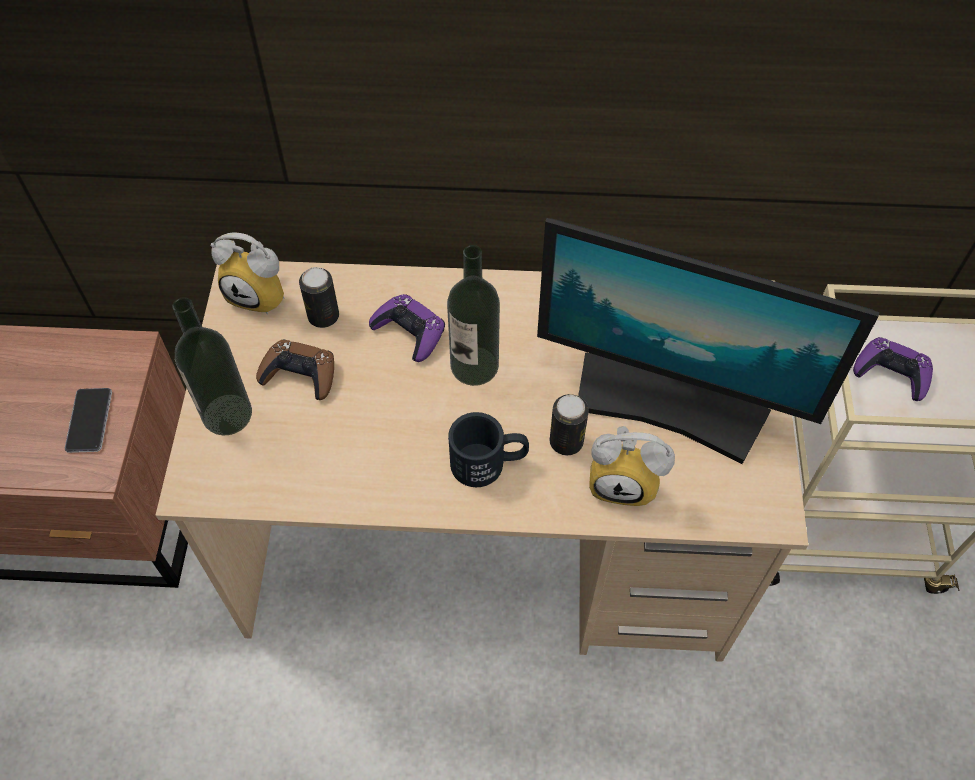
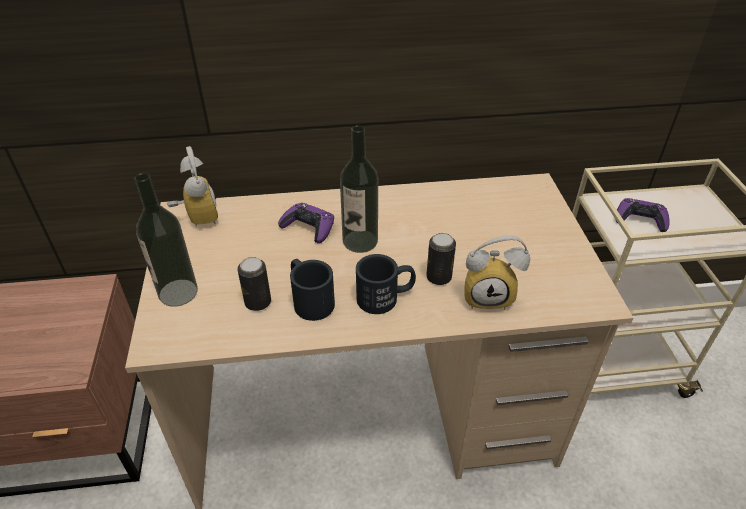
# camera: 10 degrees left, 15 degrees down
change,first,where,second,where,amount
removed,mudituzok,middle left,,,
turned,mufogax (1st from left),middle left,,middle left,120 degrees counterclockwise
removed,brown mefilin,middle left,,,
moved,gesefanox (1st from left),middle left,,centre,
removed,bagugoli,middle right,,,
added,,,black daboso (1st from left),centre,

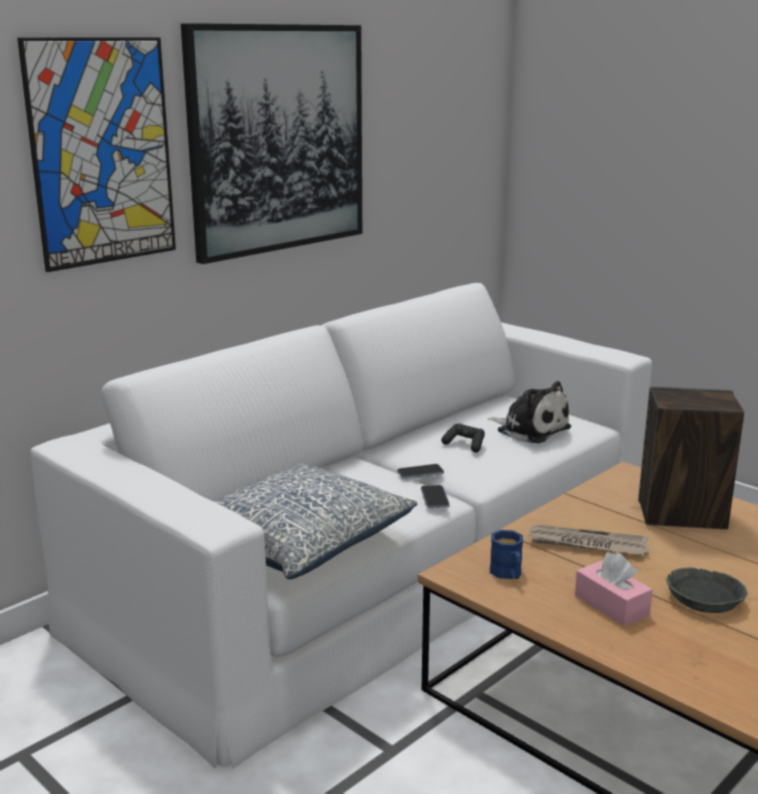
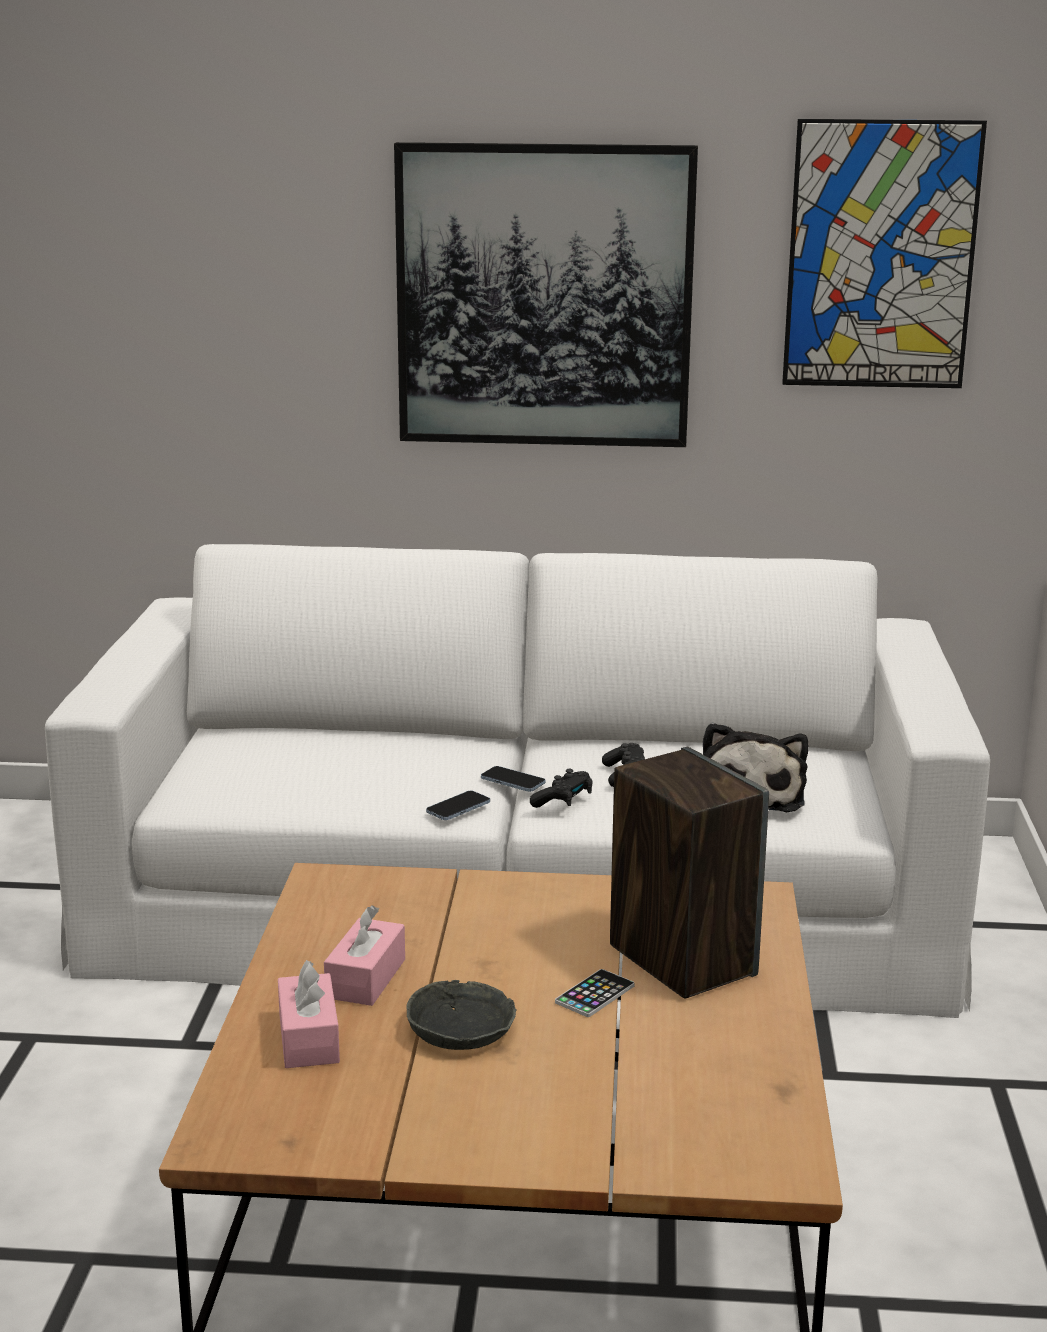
# camera: 50 degrees right, 0 degrees up
change,first,where,second,where,amount
moved,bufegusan (1st from left in the first image),top left,bufegusan (2nd from left),top right,
removed,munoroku,centre,,,
removed,blue daboso,bottom right,,,
removed,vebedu,bottom right,,,
added,,,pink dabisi (1st from left),bottom left,
added,,,black mefilin (1st from left),centre,
added,,,mudituzok (3rd from left),bottom centre,

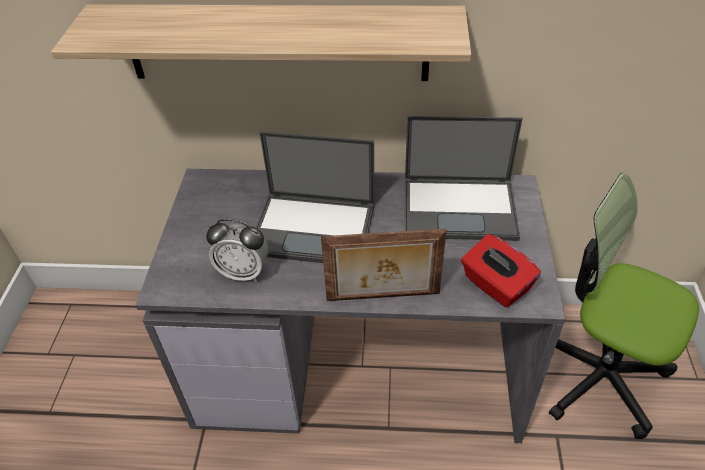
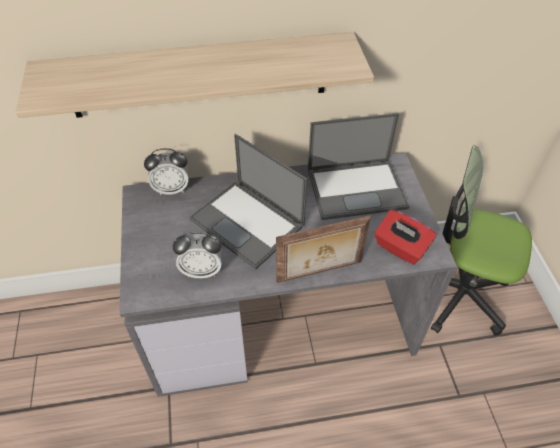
# camera: 15 degrees left, 5 degrees up
change,first,where,second,where,amount
turned,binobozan (1st from left),centre,,centre,45 degrees clockwise
added,,,mufogax (1st from left),middle left,

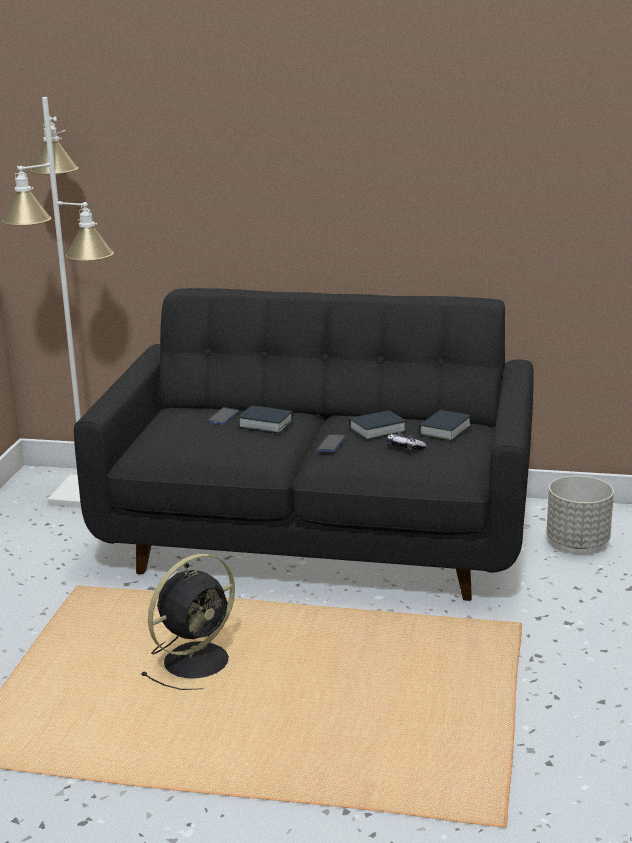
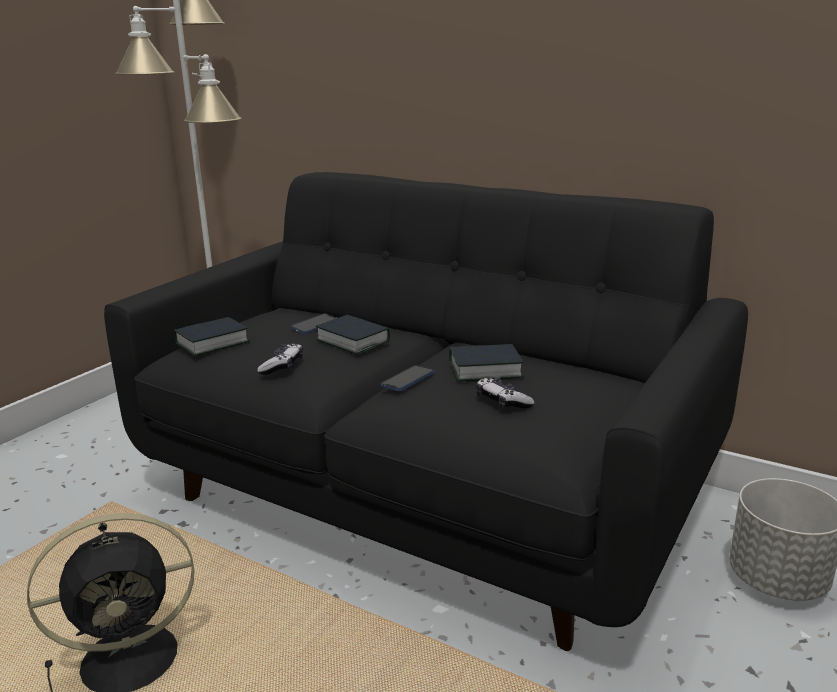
# camera: 20 degrees right, 0 degrees up
change,first,where,second,where,amount
moved,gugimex (3rd from left in the first image),middle right,gugimex (1st from left),middle left,
added,,,mefilin (1st from left),centre,

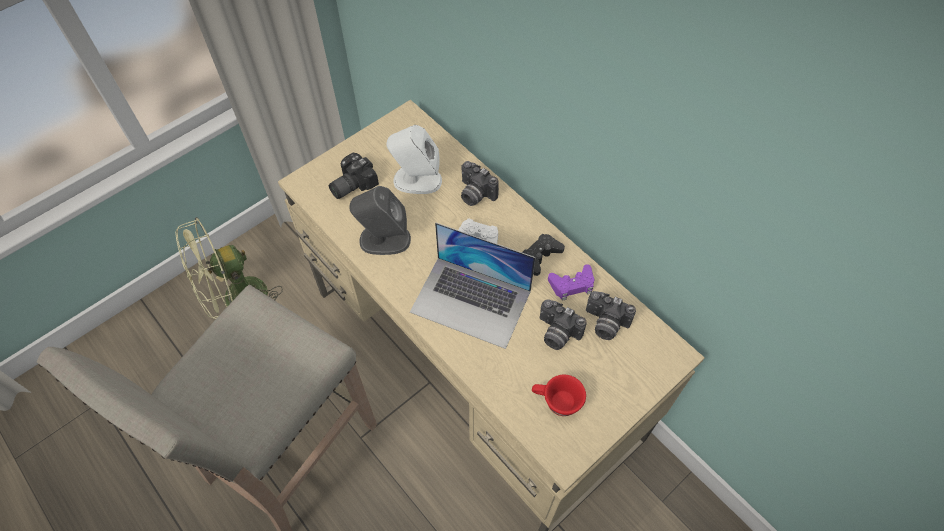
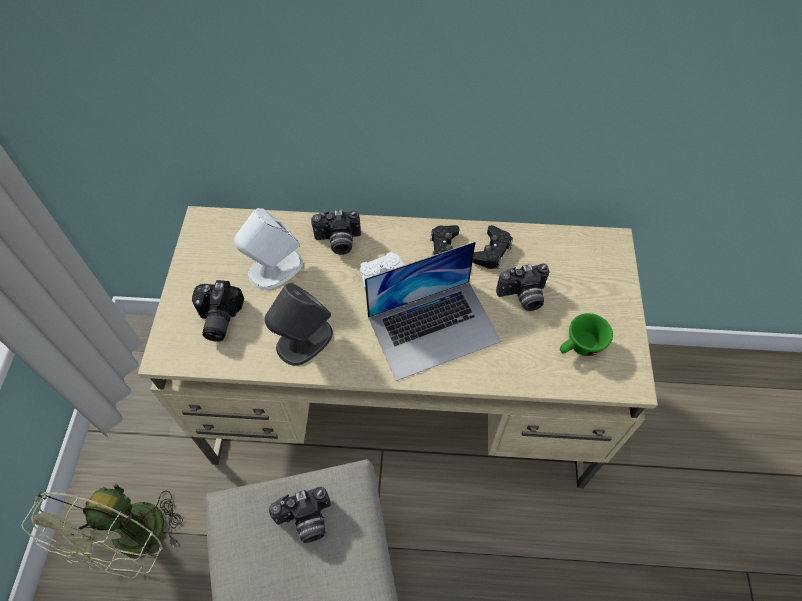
# camera: 45 degrees left, 0 degrees up
change,first,where,second,where,amount
recoloured,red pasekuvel,bottom centre,green pasekuvel,middle right,
recoloured,purple mefilin,centre,black mefilin (2nd from left),centre,
moved,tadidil (4th from left in the first image),centre,tadidil (2nd from left),bottom centre,

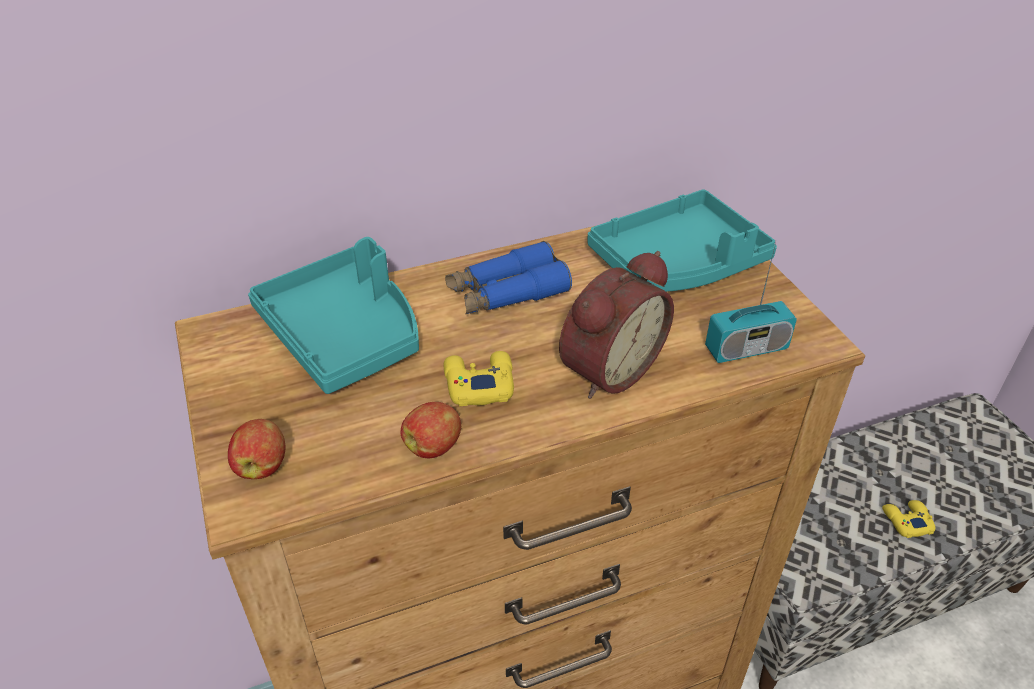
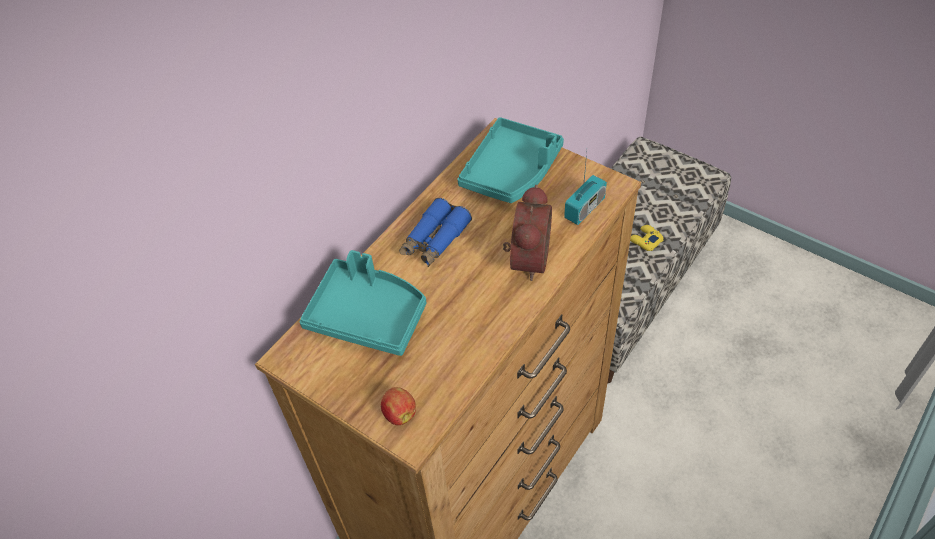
# camera: 30 degrees left, 10 degrees up
change,first,where,second,where,amount
removed,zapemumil (2nd from left),centre,,,
removed,yellow mefilin (1st from left),centre,,,

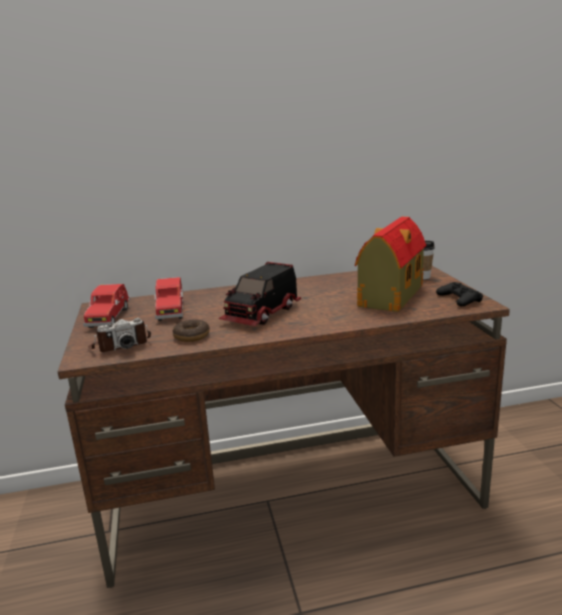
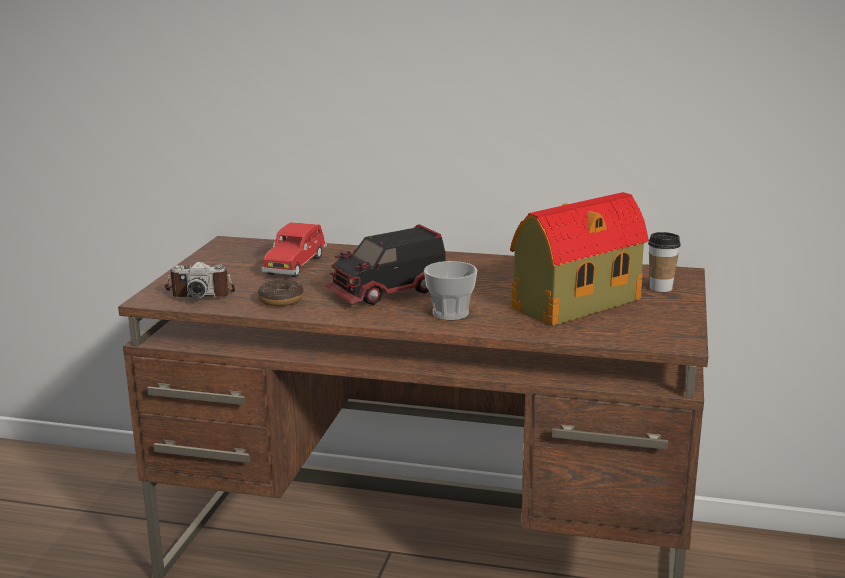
# camera: 25 degrees right, 0 degrees up
change,first,where,second,where,amount
removed,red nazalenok (1st from left),middle left,,,
removed,black mefilin,middle right,,,
added,,,pasekuvel (1st from left),centre,

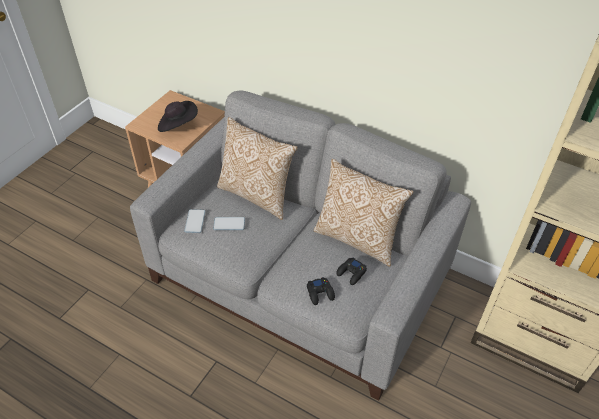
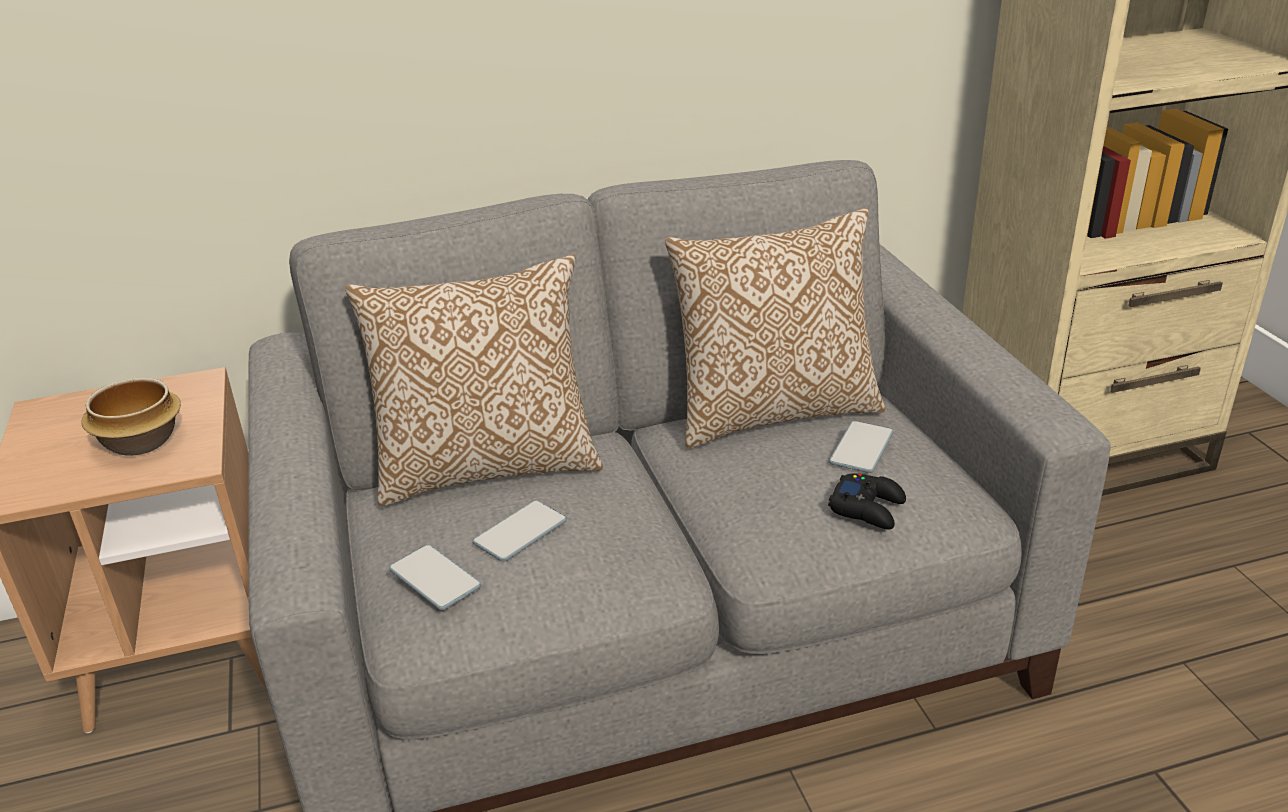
# camera: 45 degrees left, 15 degrees down
change,first,where,second,where,amount
replaced,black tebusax,top left,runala,middle left,
replaced,black mefilin (2nd from left),centre,mudituzok (3rd from left),middle right,

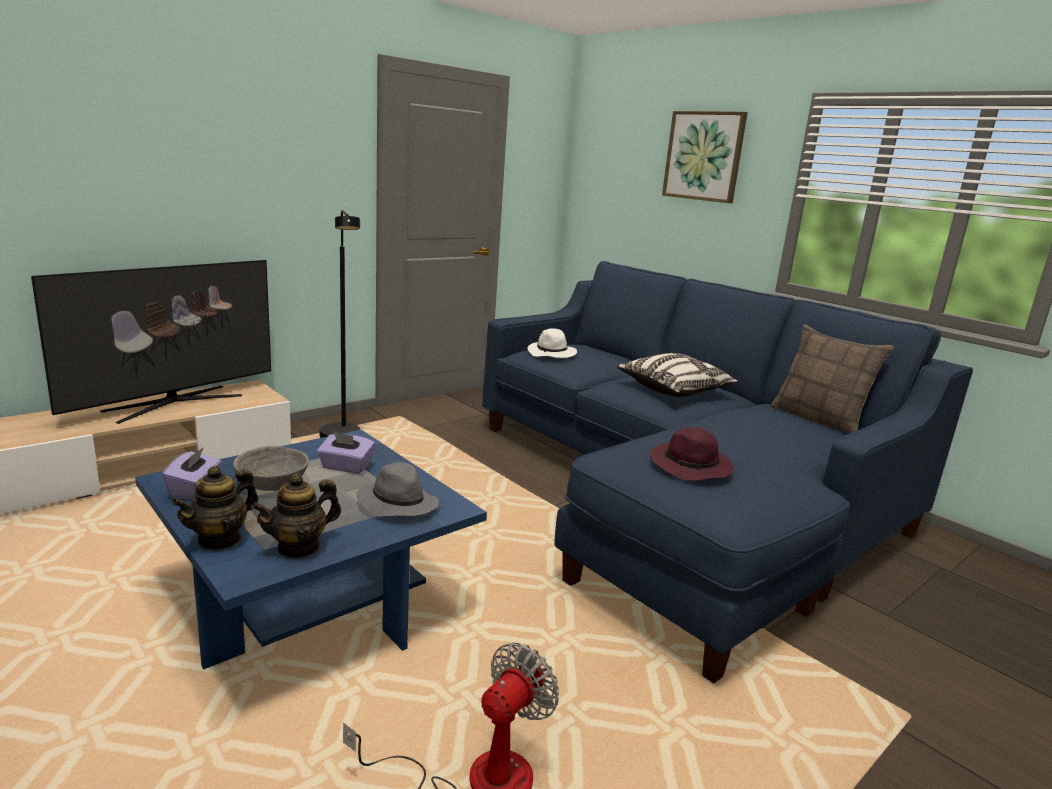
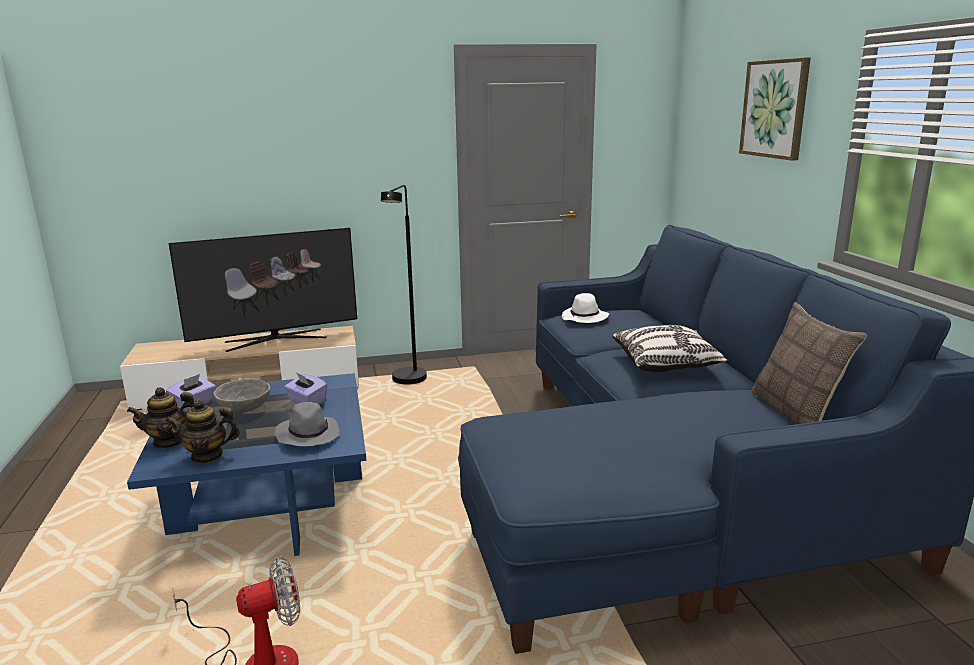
# camera: 30 degrees right, 0 degrees up
change,first,where,second,where,amount
removed,purple tebusax,centre,,,

